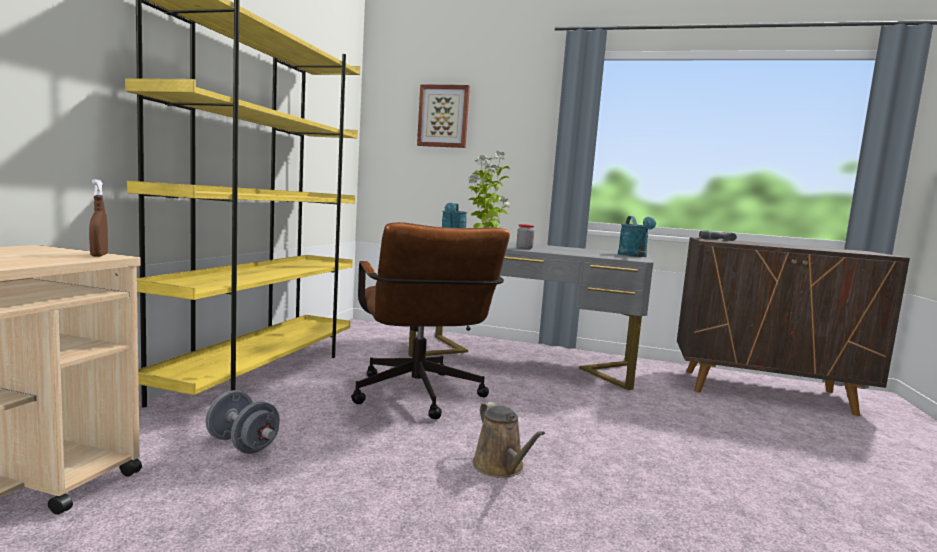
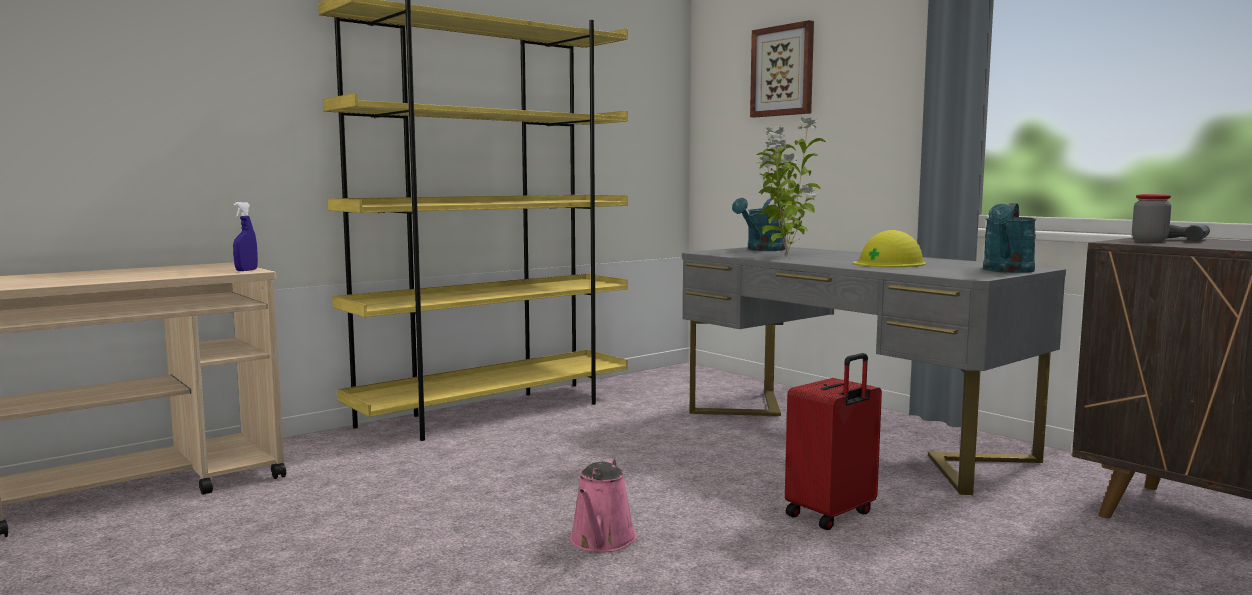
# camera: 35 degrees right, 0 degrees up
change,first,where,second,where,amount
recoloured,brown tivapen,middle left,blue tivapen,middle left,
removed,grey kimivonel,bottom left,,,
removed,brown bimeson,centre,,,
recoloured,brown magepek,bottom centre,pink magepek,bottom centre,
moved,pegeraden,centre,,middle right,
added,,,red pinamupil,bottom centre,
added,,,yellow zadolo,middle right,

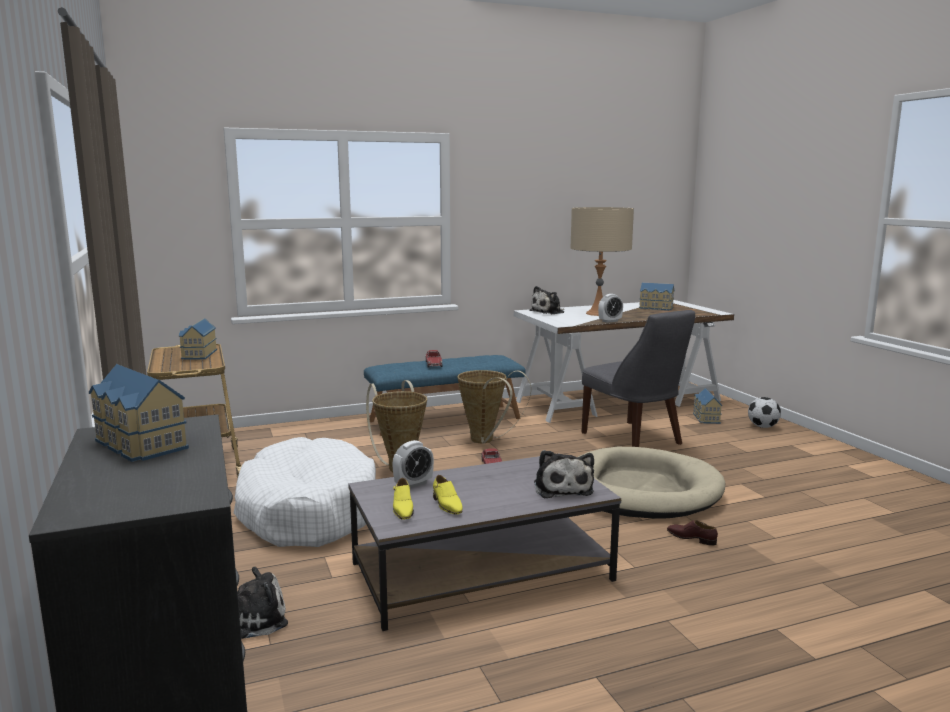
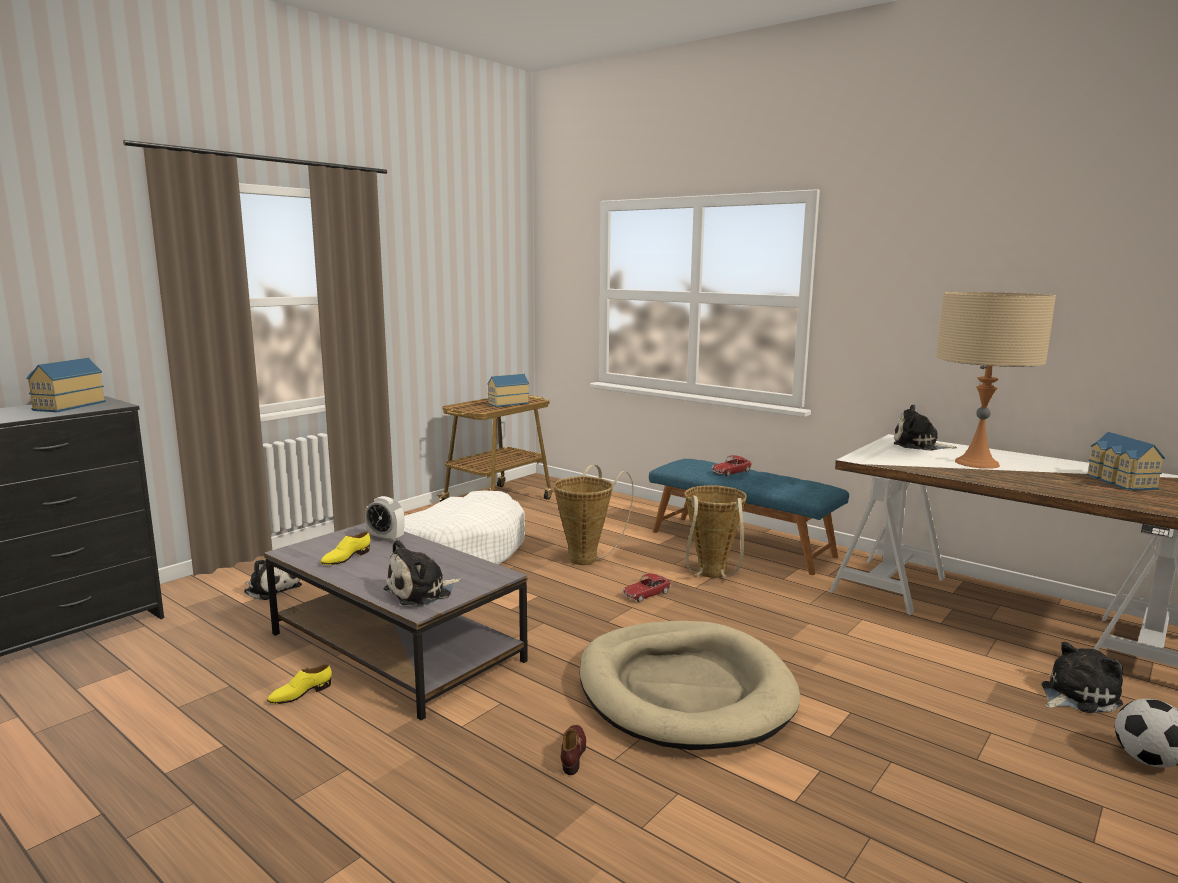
# camera: 60 degrees right, 0 degrees up
change,first,where,second,where,amount
moved,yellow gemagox (1st from left),bottom centre,,bottom left,
removed,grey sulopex,middle right,,,
removed,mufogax (2nd from left),centre,,,
replaced,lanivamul (4th from left),middle right,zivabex (4th from left),bottom right,

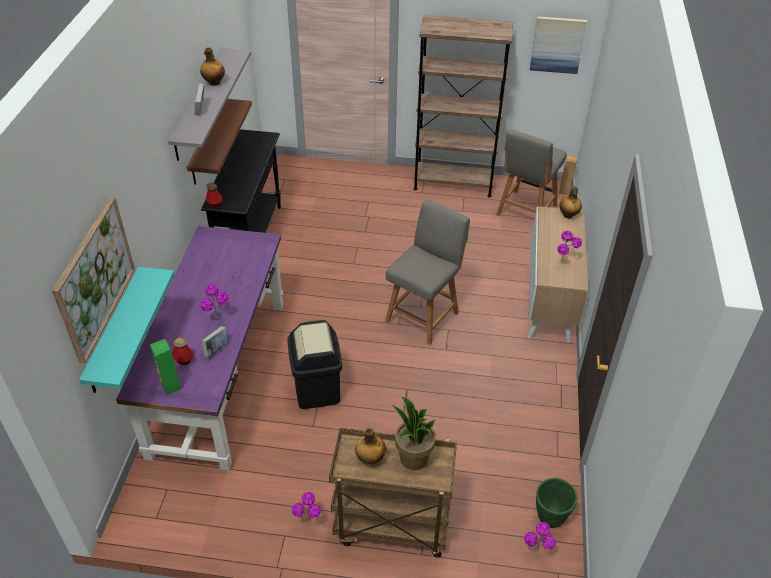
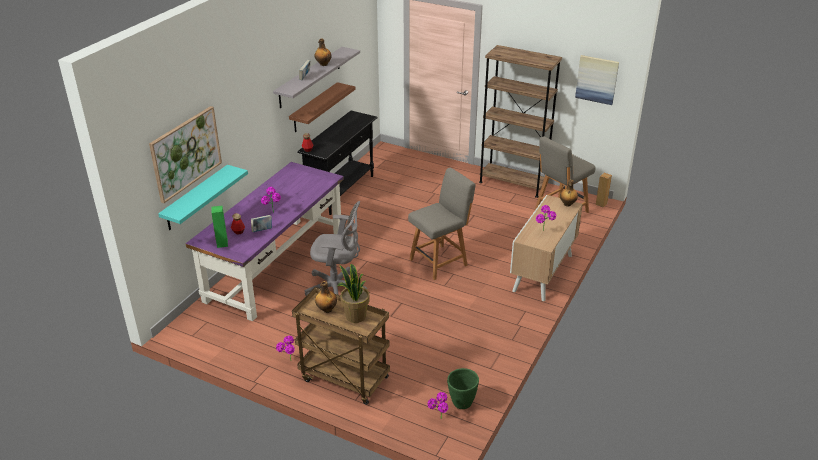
# camera: 20 degrees right, 10 degrees down
change,first,where,second,where,amount
replaced,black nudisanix,centre,grey bimeson,centre,

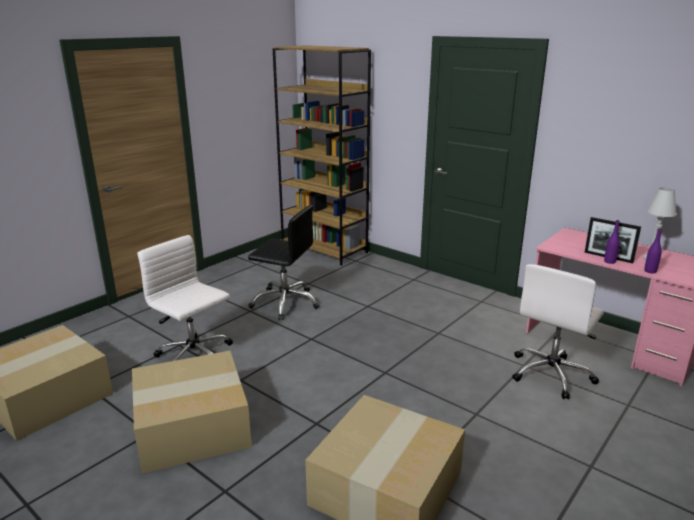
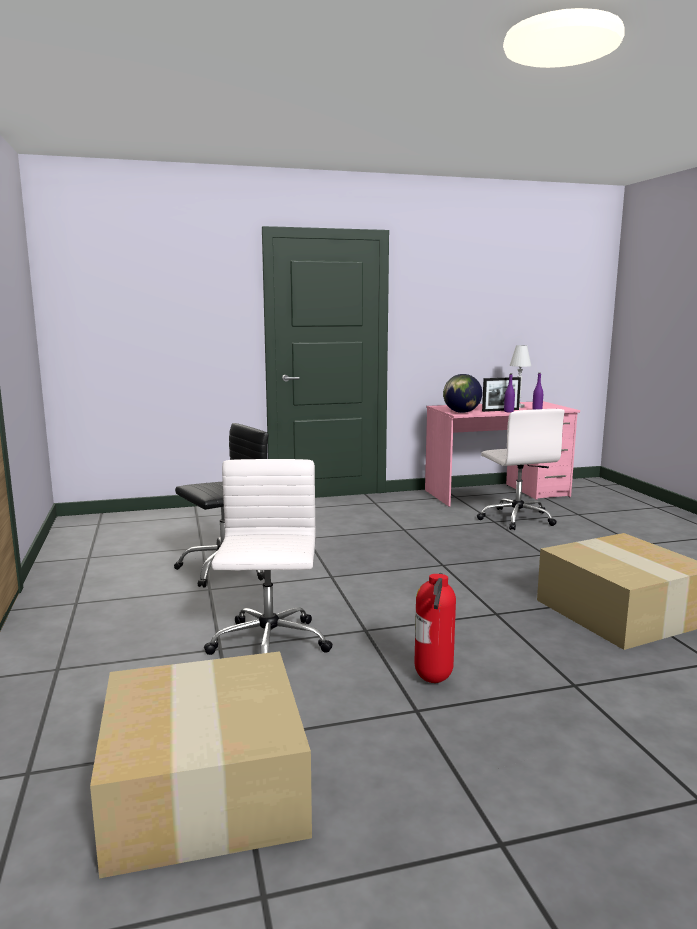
# camera: 55 degrees left, 10 degrees down
change,first,where,second,where,amount
replaced,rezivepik (2nd from left),bottom left,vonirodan,bottom centre,
turned,white bimeson (1st from left),middle left,,centre,105 degrees clockwise
removed,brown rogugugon,top centre,,,
added,,,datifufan,centre,

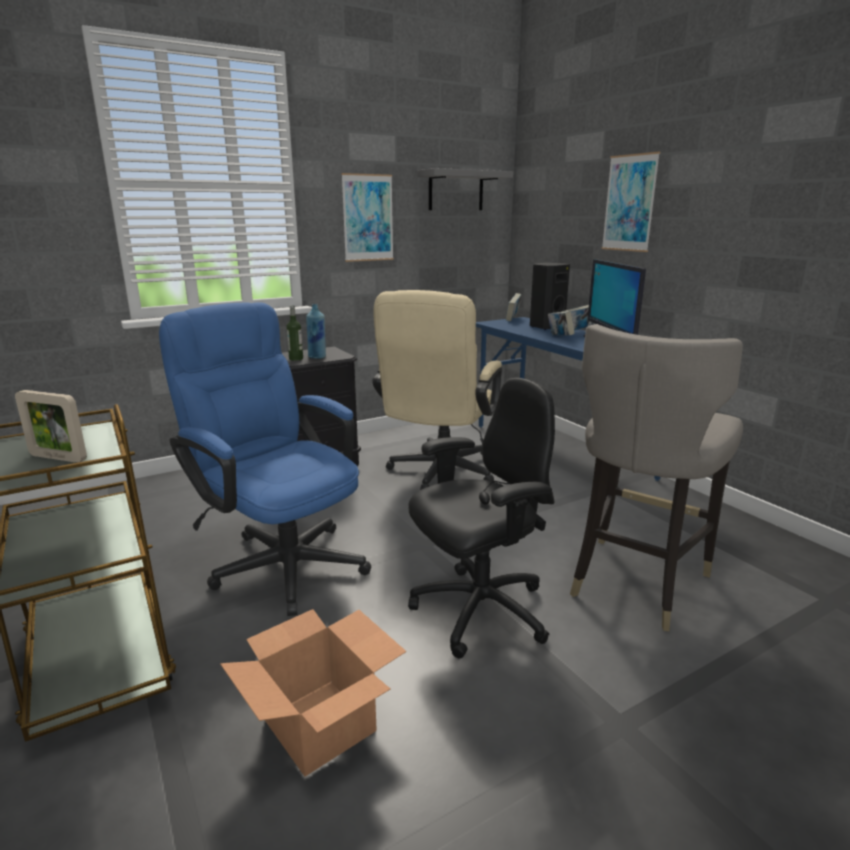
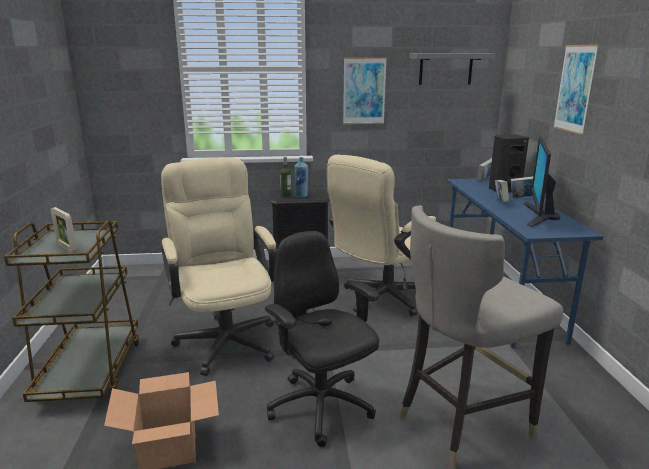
# camera: 25 degrees right, 0 degrees up
change,first,where,second,where,amount
recoloured,blue bimeson,middle left,beige bimeson (1st from left),centre,
turned,black bimeson,centre,,bottom centre,120 degrees counterclockwise

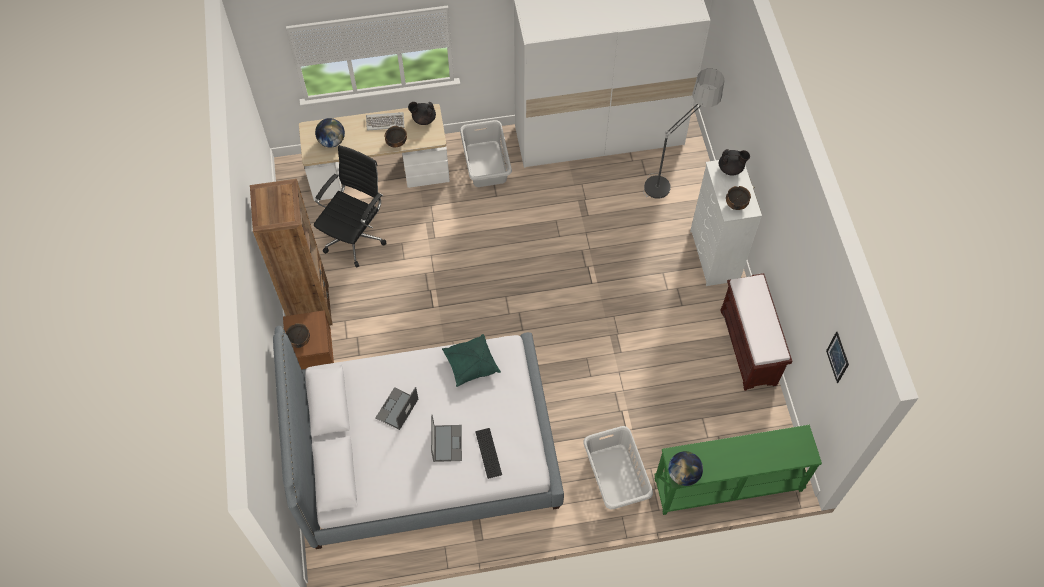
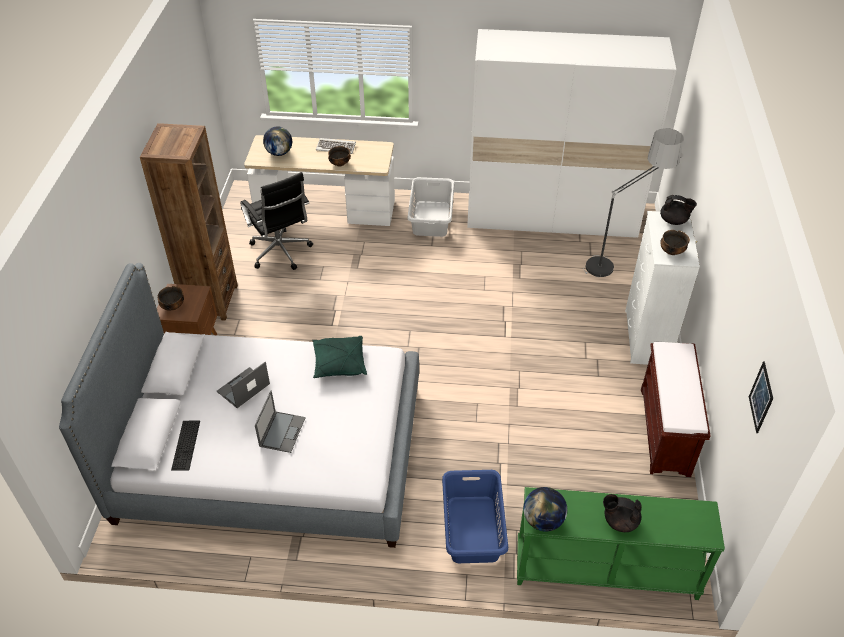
# camera: 15 degrees right, 15 degrees down
change,first,where,second,where,amount
turned,black bimeson,centre,,middle left,105 degrees clockwise
moved,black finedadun (1st from left),top centre,,bottom right,
moved,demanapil (2nd from left in the first image),bottom centre,demanapil (1st from left),bottom left,
recoloured,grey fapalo (2nd from left),bottom centre,blue fapalo,bottom centre,

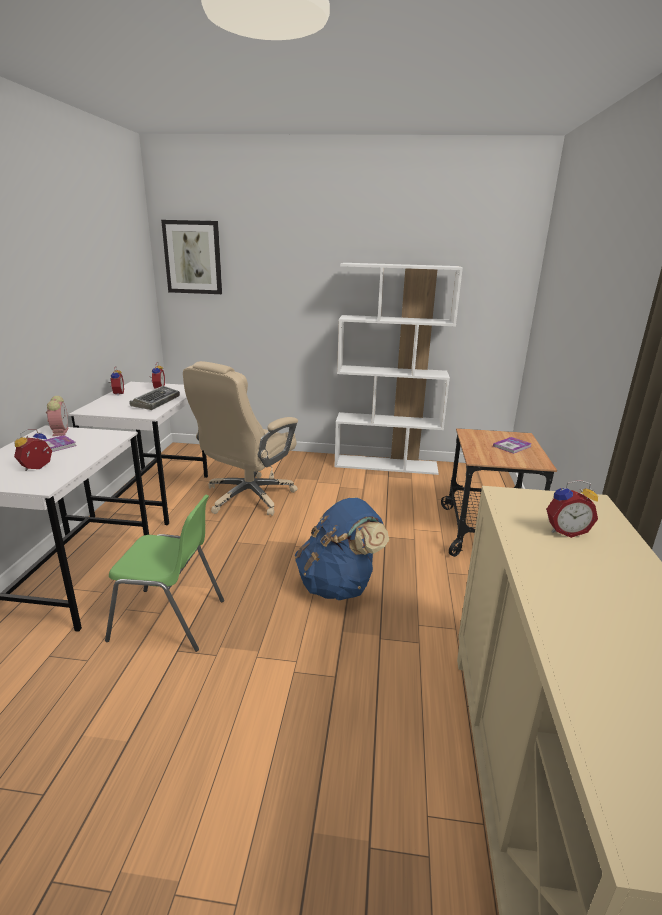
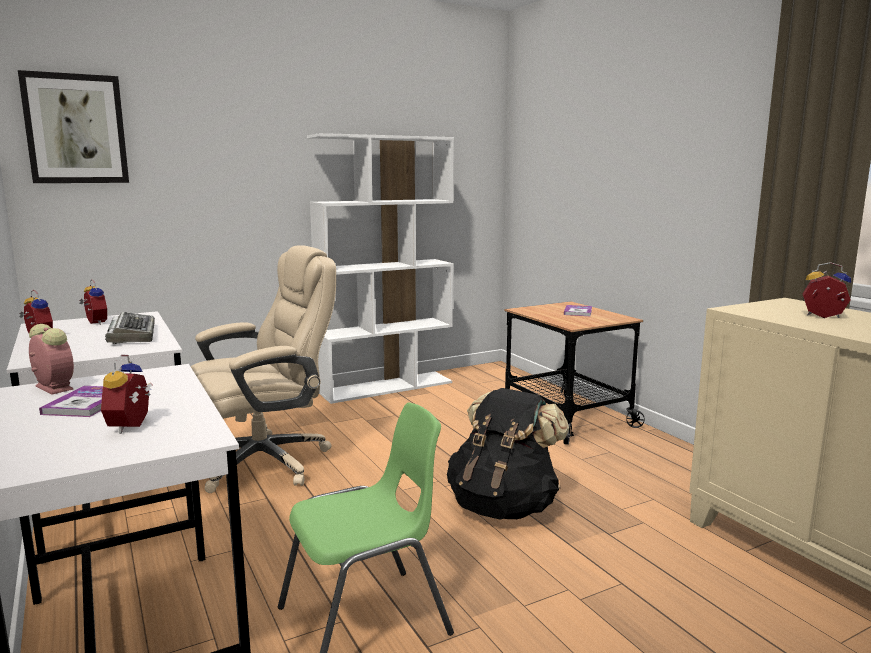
# camera: 35 degrees left, 10 degrees down
change,first,where,second,where,amount
turned,beige bimeson,centre,,middle left,120 degrees counterclockwise
recoloured,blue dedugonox,centre,black dedugonox,bottom centre,
turned,mufogax (5th from left),middle right,,middle right,120 degrees counterclockwise

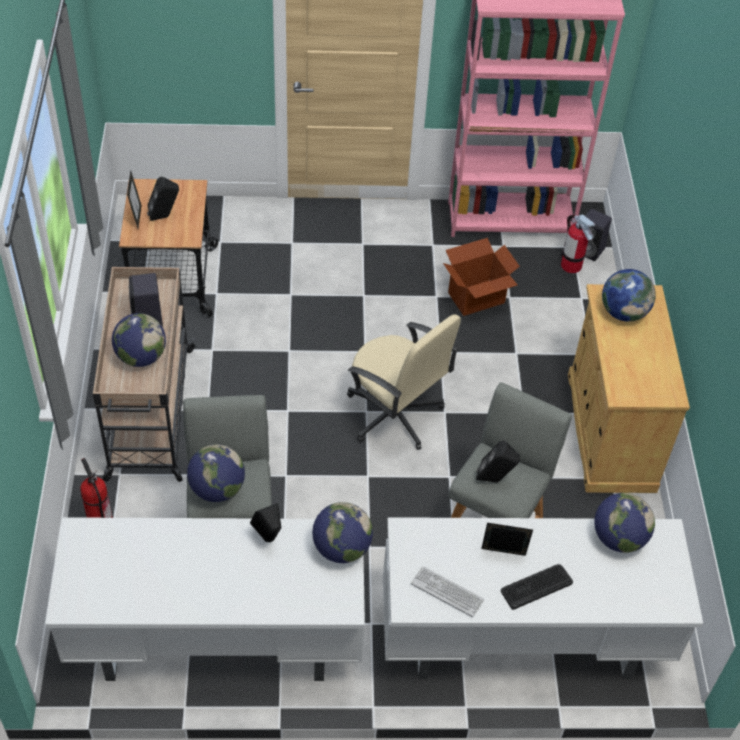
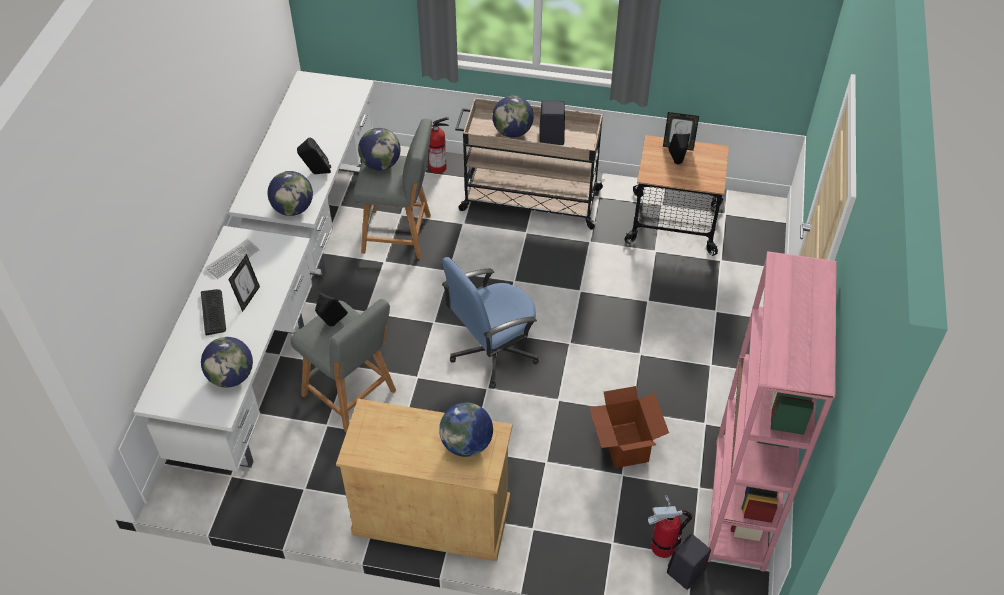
# camera: 105 degrees right, 0 degrees up
change,first,where,second,where,amount
recoloured,beige bimeson,centre,blue bimeson,centre,

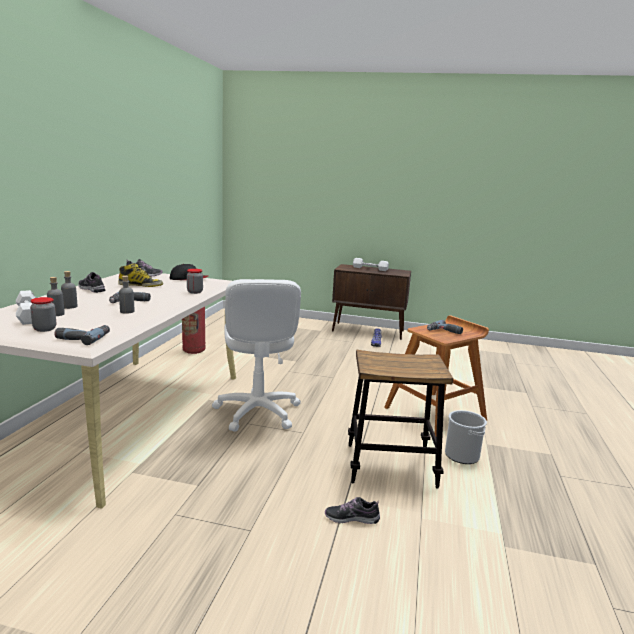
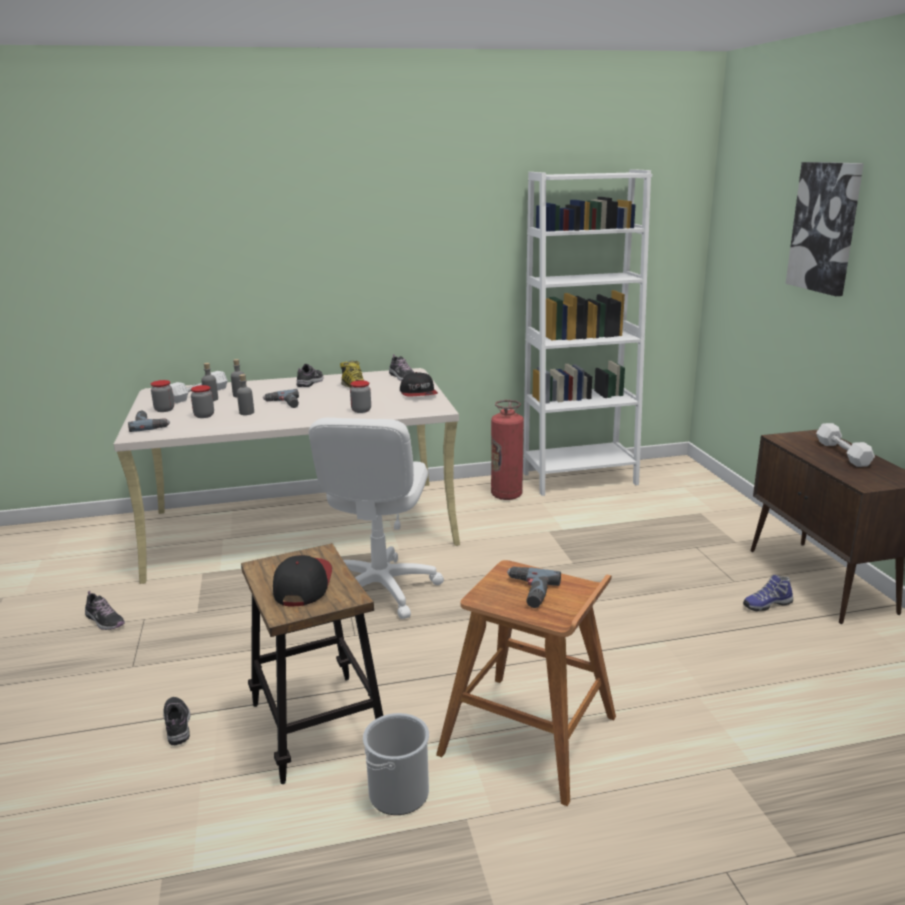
# camera: 65 degrees right, 5 degrees up
change,first,where,second,where,amount
turned,white bimeson,centre,,centre,45 degrees counterclockwise
added,,,gemagox (1st from left),bottom left,
added,,,pegeraden (2nd from left),middle left,
added,,,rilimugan (1st from left),centre,
added,,,white rogugugon,centre,
added,,,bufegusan,top right,

